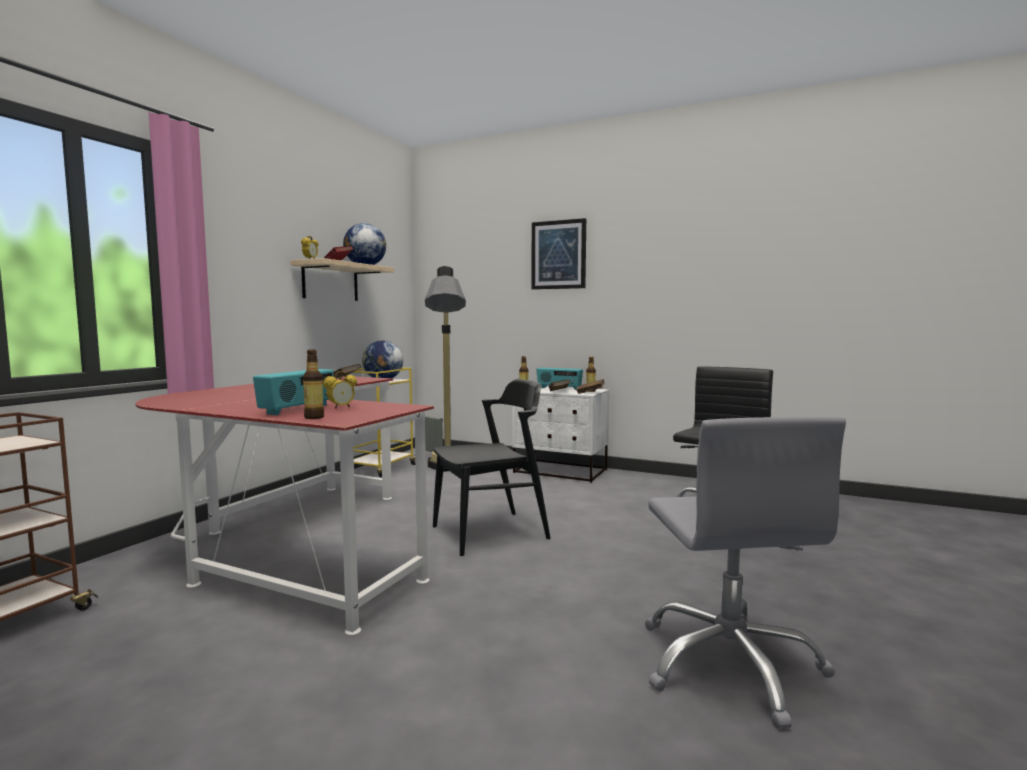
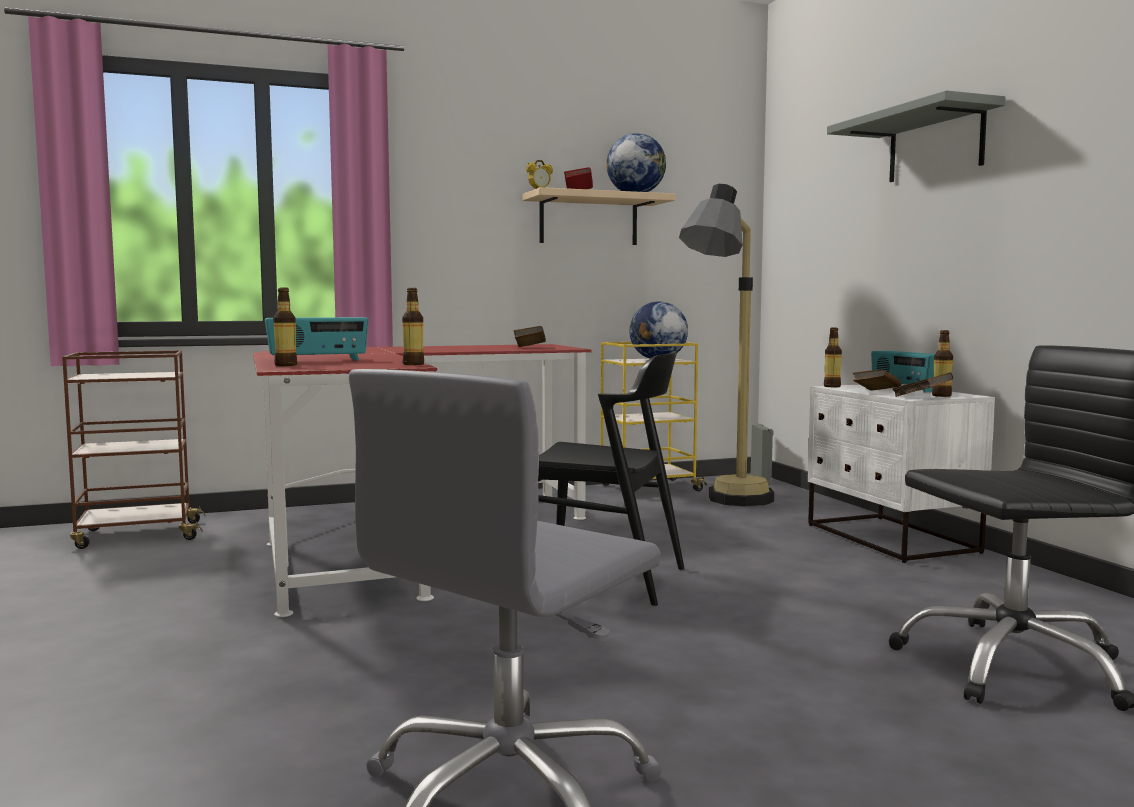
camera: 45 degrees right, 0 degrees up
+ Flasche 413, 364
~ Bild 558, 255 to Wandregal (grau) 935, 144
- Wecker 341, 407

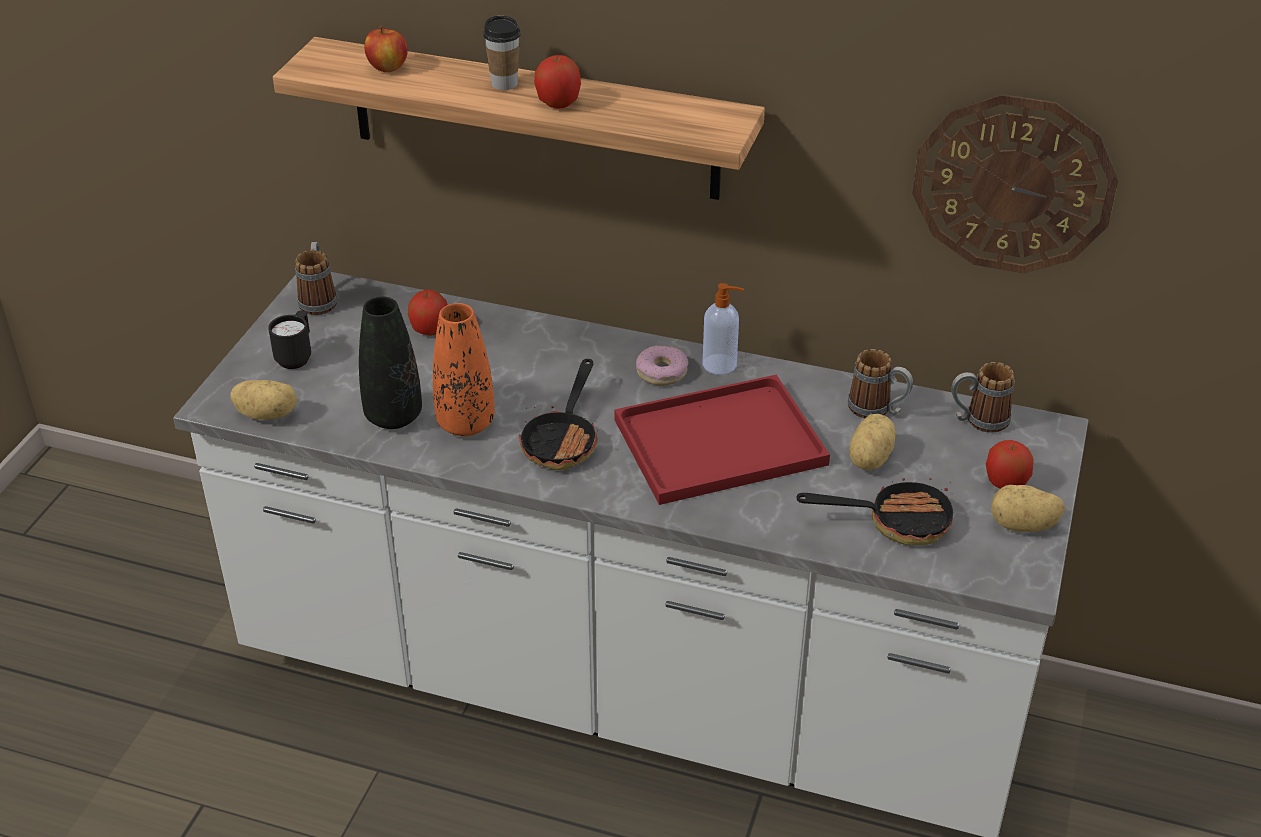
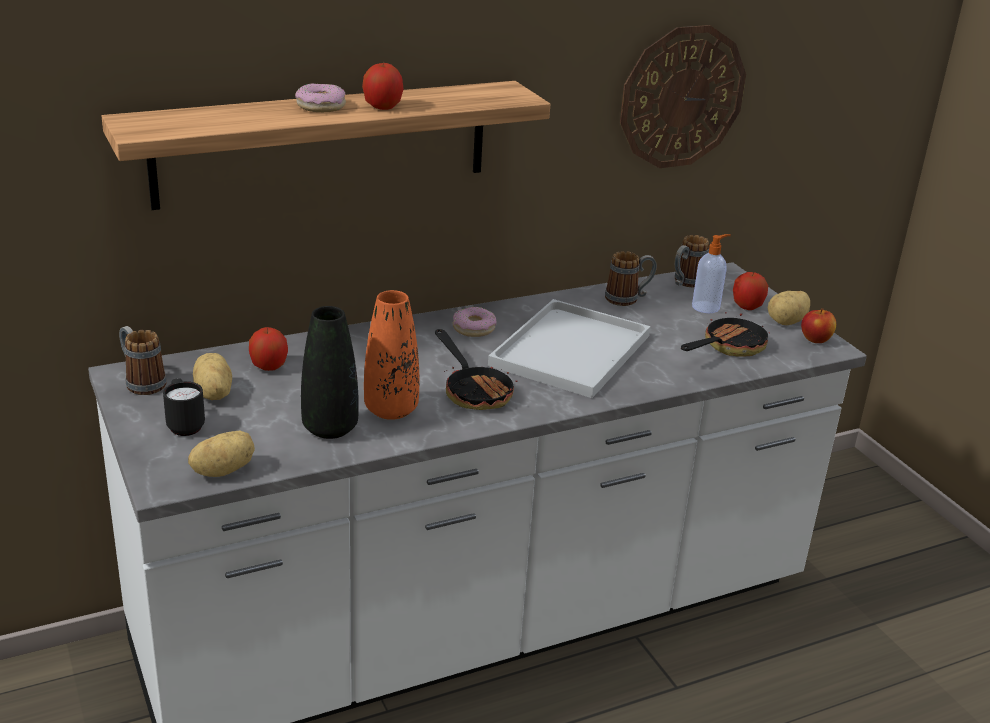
camera: 45 degrees left, 10 degrees down
~ Kartoffel 868, 458 to 212, 394
~ Tasse 504, 84 to Donut 321, 106
~ Tablett (rot) 717, 444 to Tablett (weiß) 571, 352
~ Seifenspender 721, 364 to 706, 307
~ Apfel 388, 68 to 815, 340

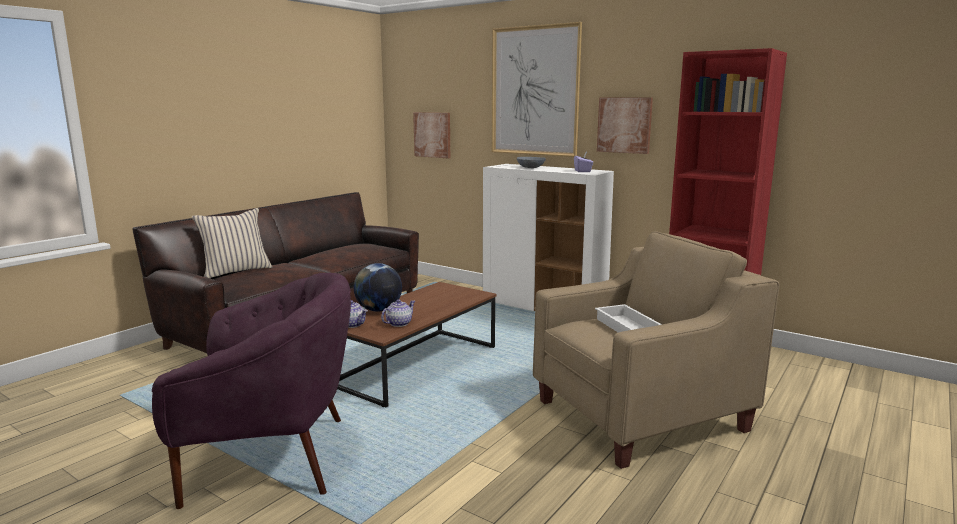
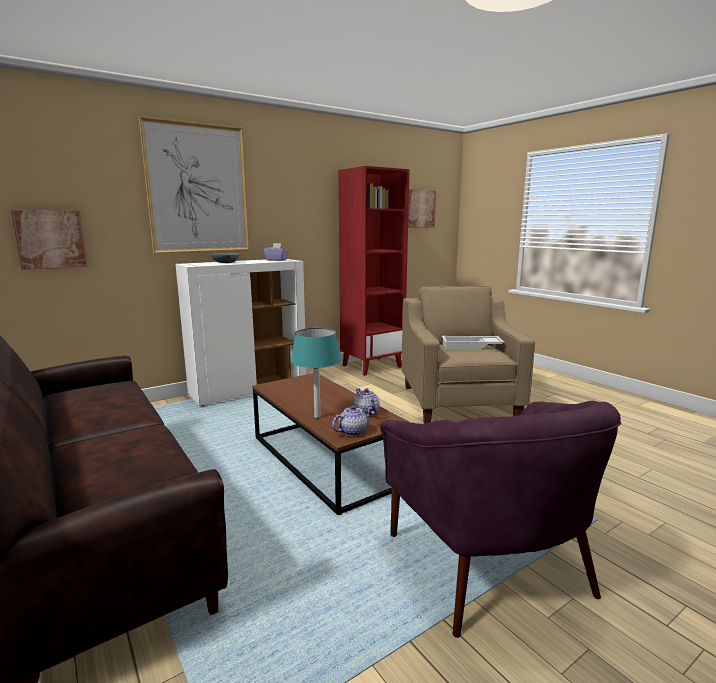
camera: 70 degrees left, 0 degrees up
~ Globus 378, 310 to Tischlampe (türkis) 317, 417
~ Sessel (lila) 270, 457 = 489, 564 150 degrees clockwise
~ Bild 624, 125 to 419, 209
- Kissen (beige) 235, 271

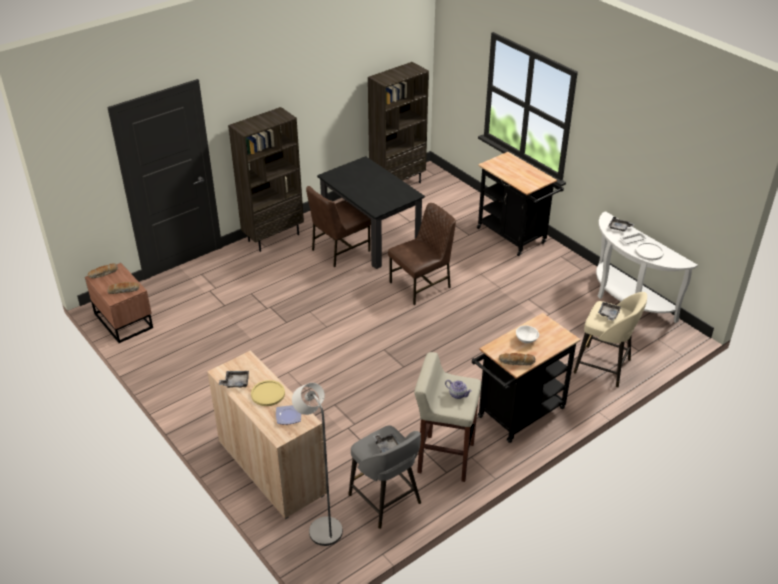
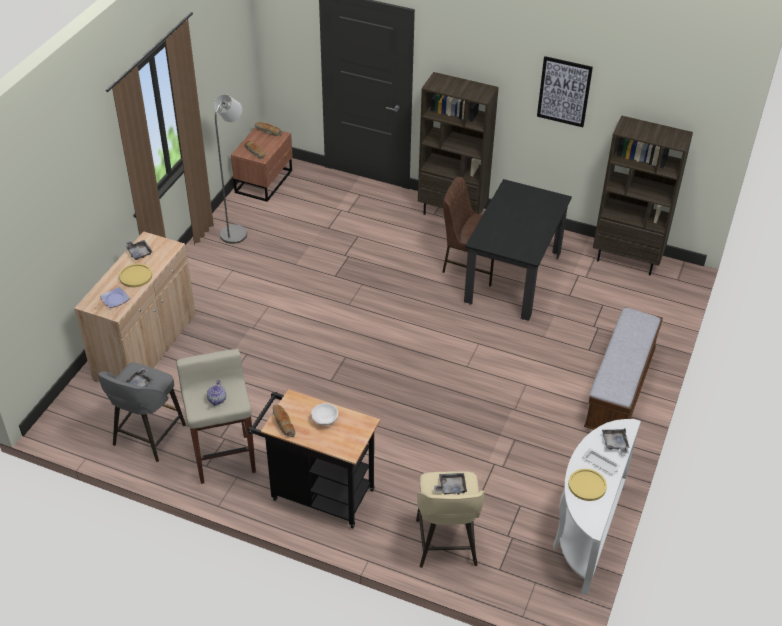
camera: 60 degrees right, 5 degrees up
~ Stehlampe (grau) 322, 527 to 236, 231
+ Bild 564, 91
~ Teller (weiß) 649, 252 to Teller (gelb) 587, 485
~ Rollwagen (schwarz) 514, 237 to Bank 619, 389
- Stuhl (braun) 421, 285

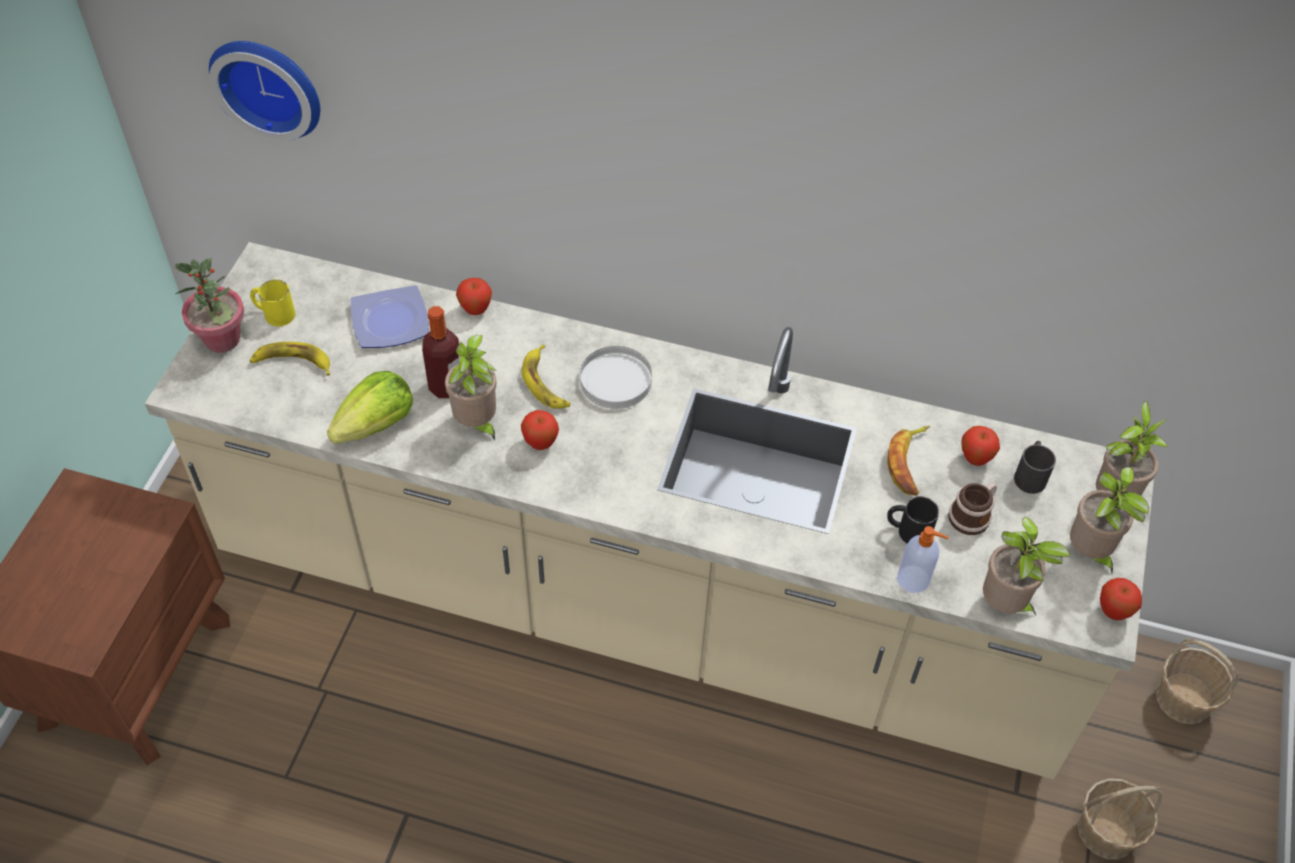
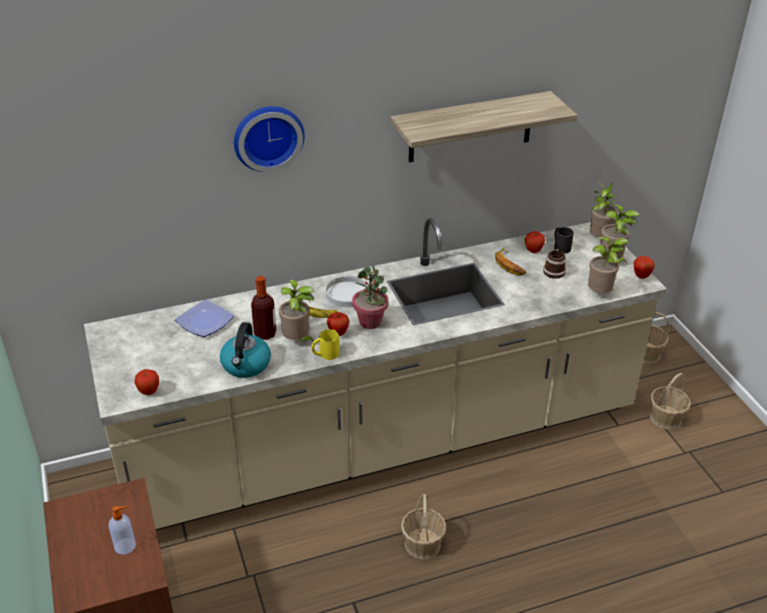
camera: 35 degrees left, 15 degrees down
~ Seifenspender 914, 580 to 126, 546
~ Apfel 476, 310 to 149, 392
~ Salatkopf 377, 425 to Wasserkessel 246, 365
~ Wanduhr 269, 84 to 267, 136
~ Henkelbecher (gelb) 274, 313 to 325, 354
~ Topfpflanze 222, 339 to 370, 322
+ Wandregal 470, 127
+ Korb 422, 544
- Banane 292, 362
- Henkelbecher (schwarz) 907, 530

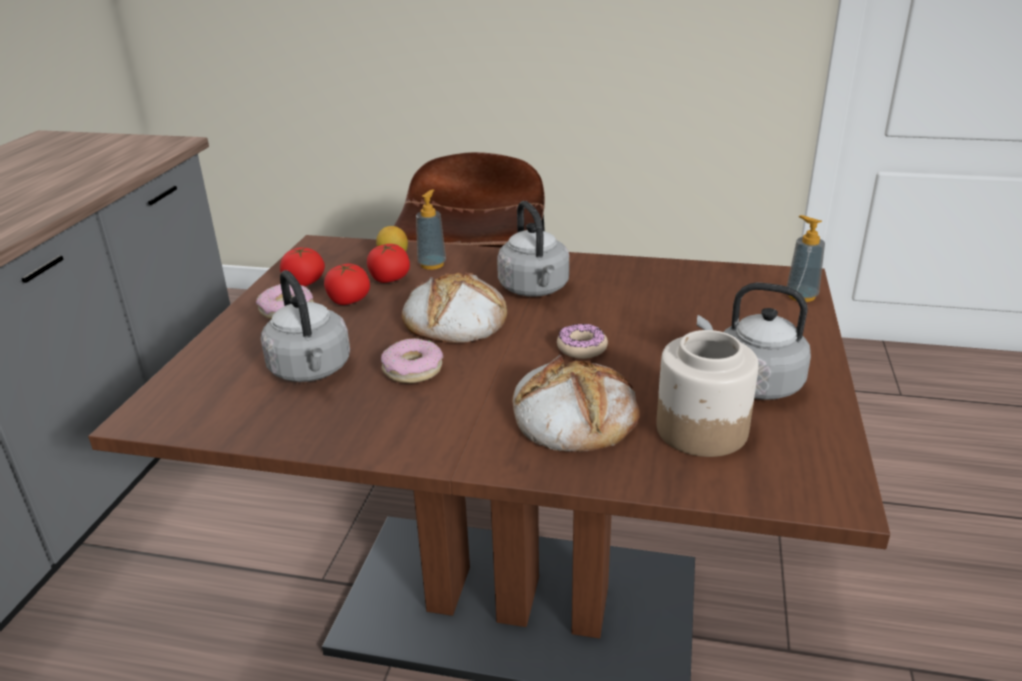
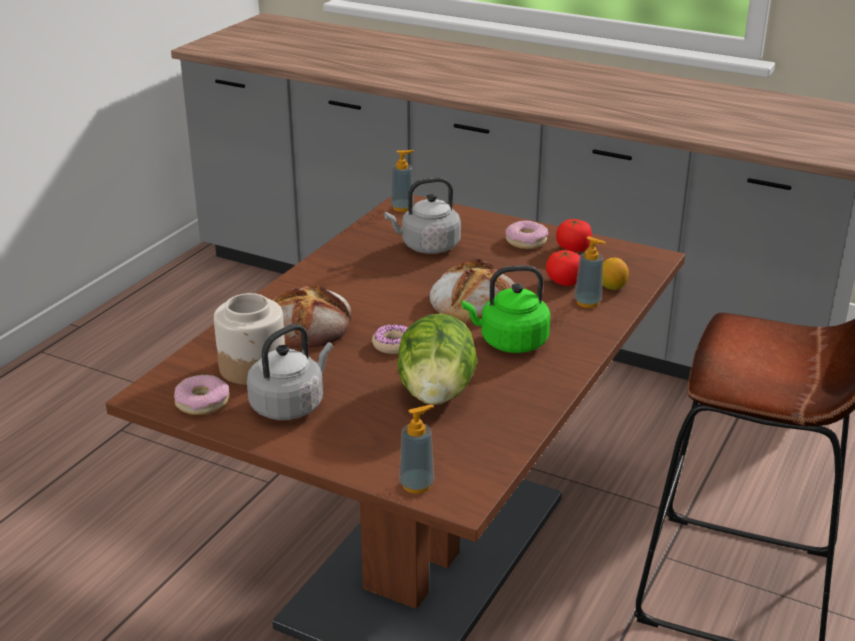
camera: 105 degrees right, 0 degrees up
~ Donut 412, 369 to 202, 402
+ Seifenspender 402, 208
+ Salatkopf 436, 393
~ Wasserkessel (grau) 535, 289 to Wasserkessel (grün) 510, 342
- Tomate 349, 301

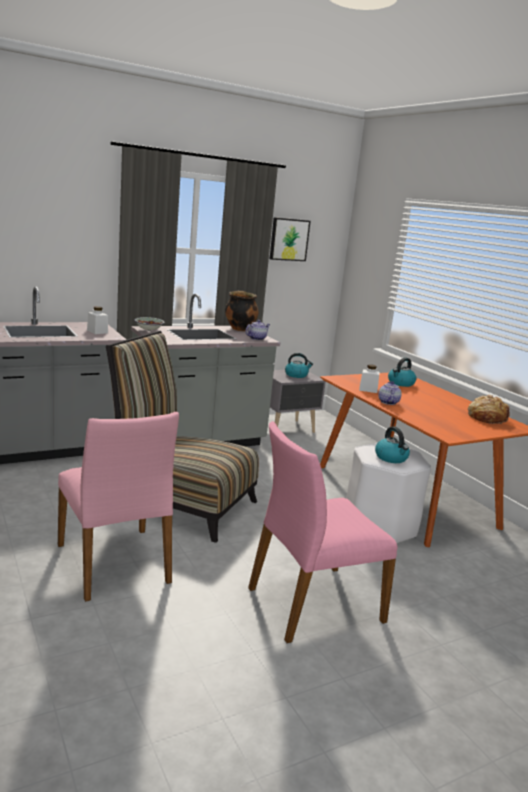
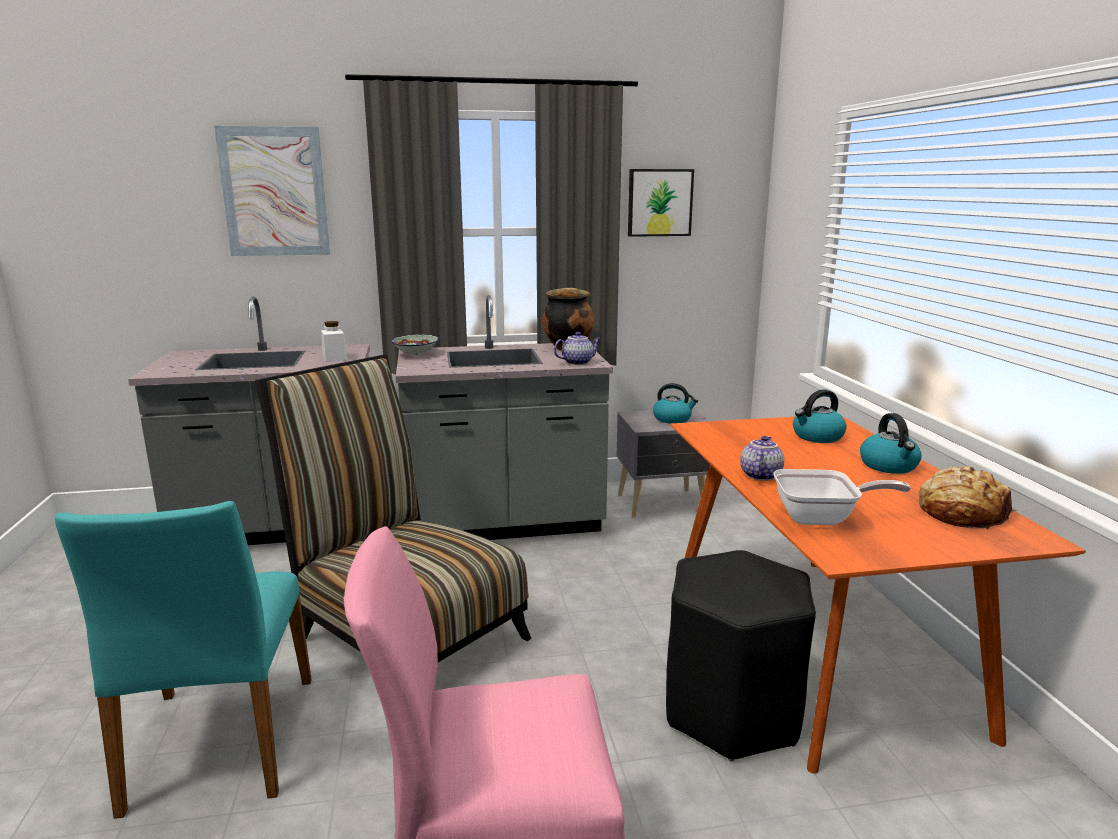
camera: 20 degrees right, 0 degrees up
~ Stuhl (rosa) 115, 563 to Stuhl (türkis) 219, 743
+ Bild 274, 192
~ Hocker (weiß) 379, 526 to Hocker (schwarz) 730, 712
+ Pfanne 822, 518
~ Wasserkessel 391, 458 to 889, 466
- Vorratsglas (weiß) 368, 389

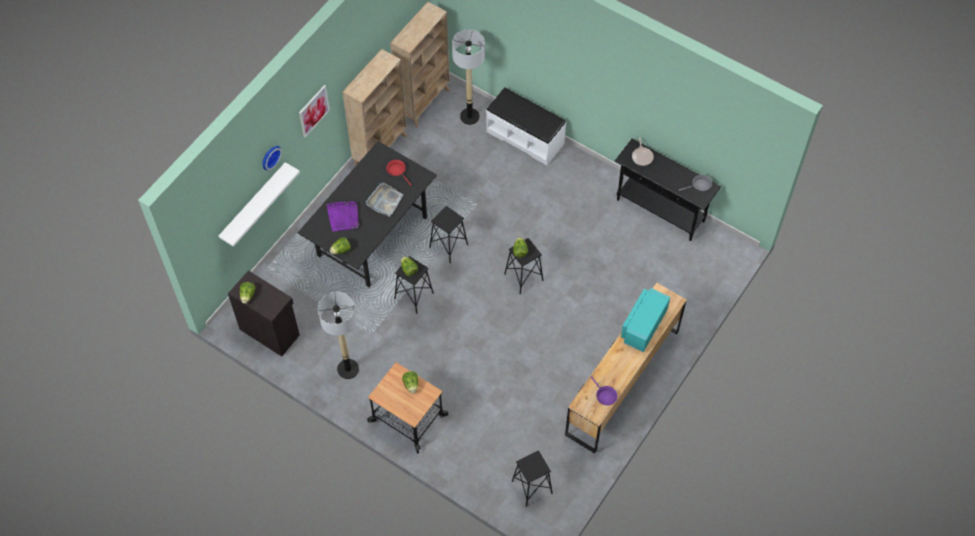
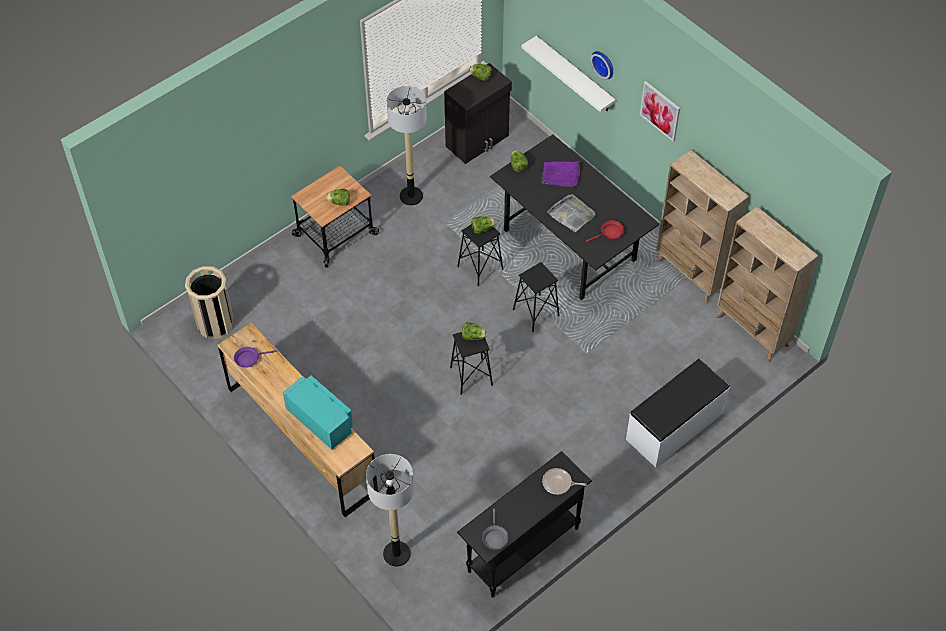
camera: 105 degrees right, 5 degrees down
~ Hocker (schwarz) 532, 487 to Mülleimer (beige) 215, 323
~ Stehlampe 469, 116 to 396, 554

